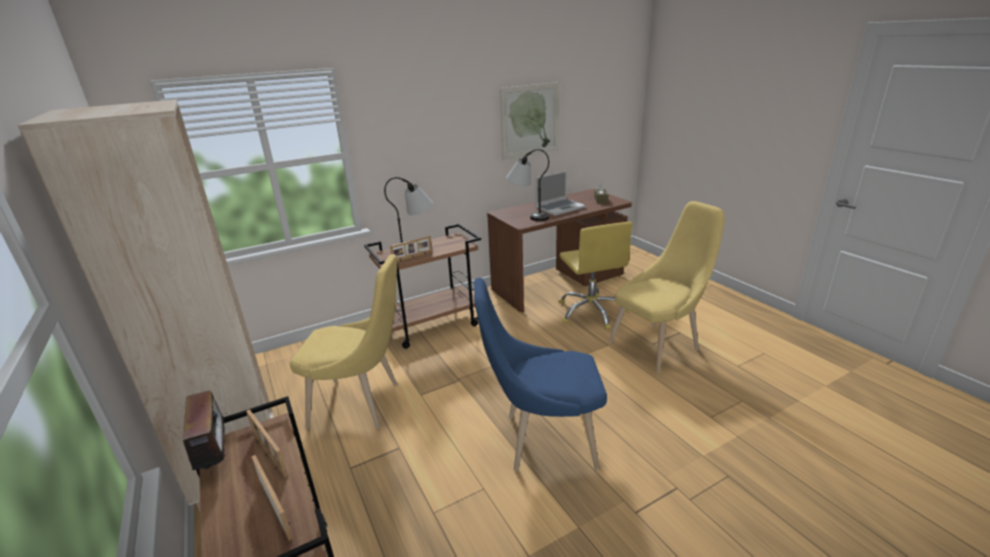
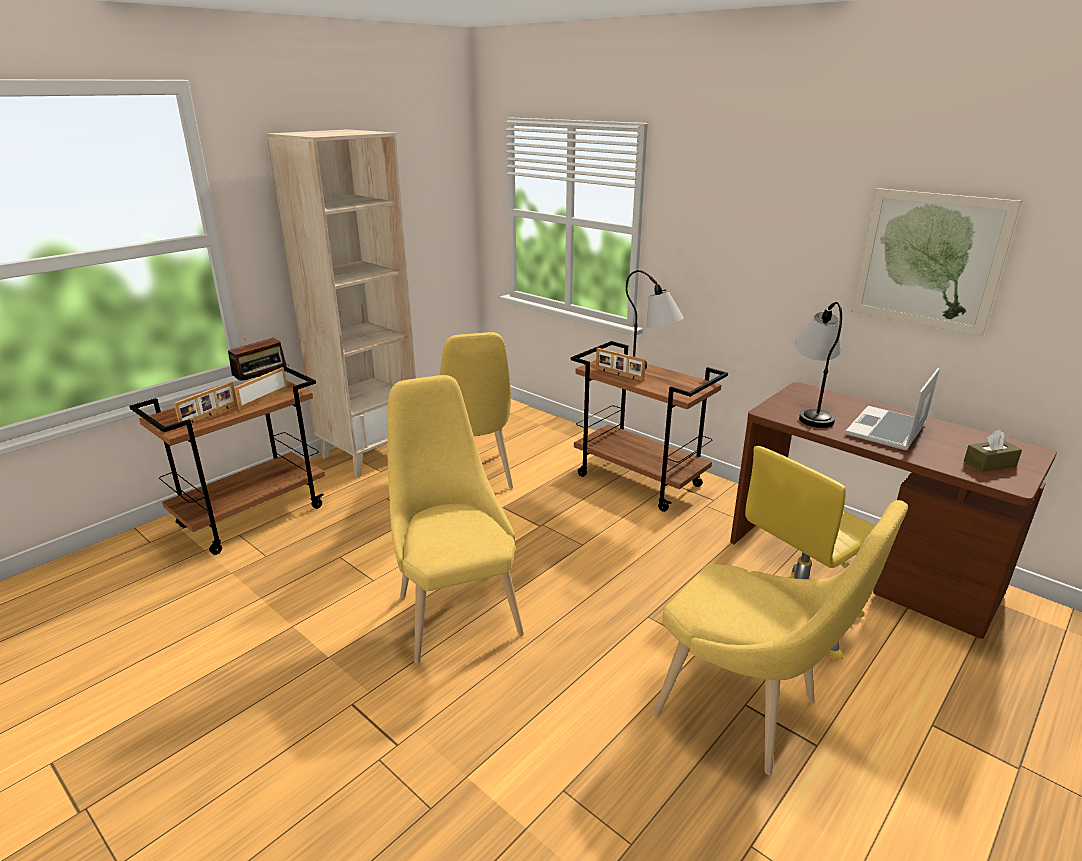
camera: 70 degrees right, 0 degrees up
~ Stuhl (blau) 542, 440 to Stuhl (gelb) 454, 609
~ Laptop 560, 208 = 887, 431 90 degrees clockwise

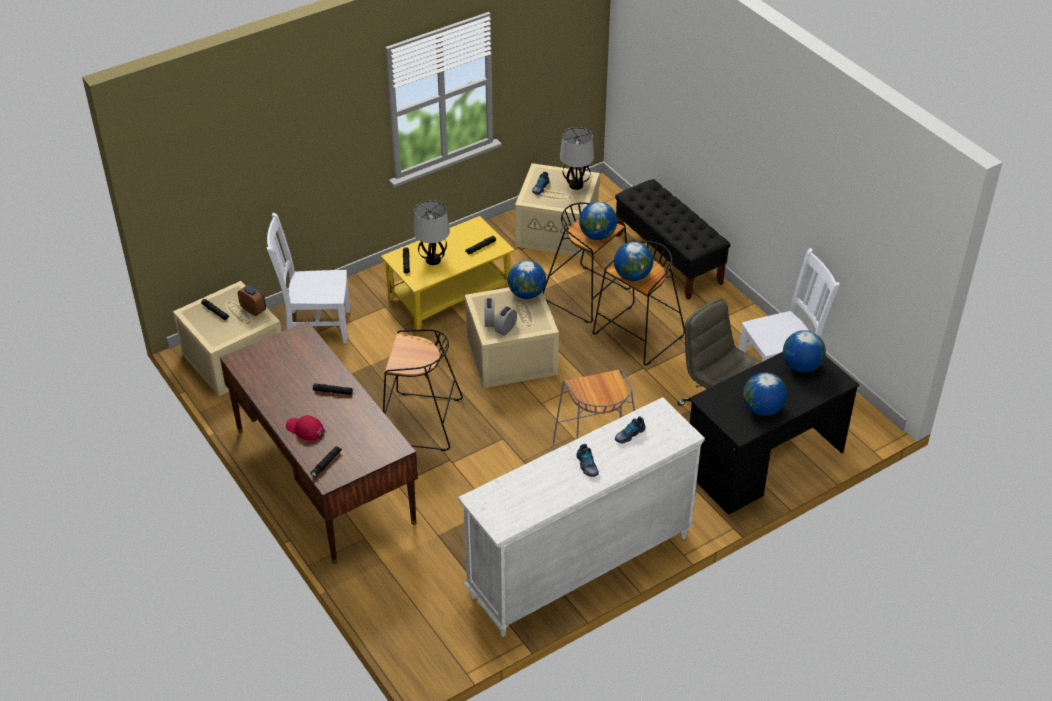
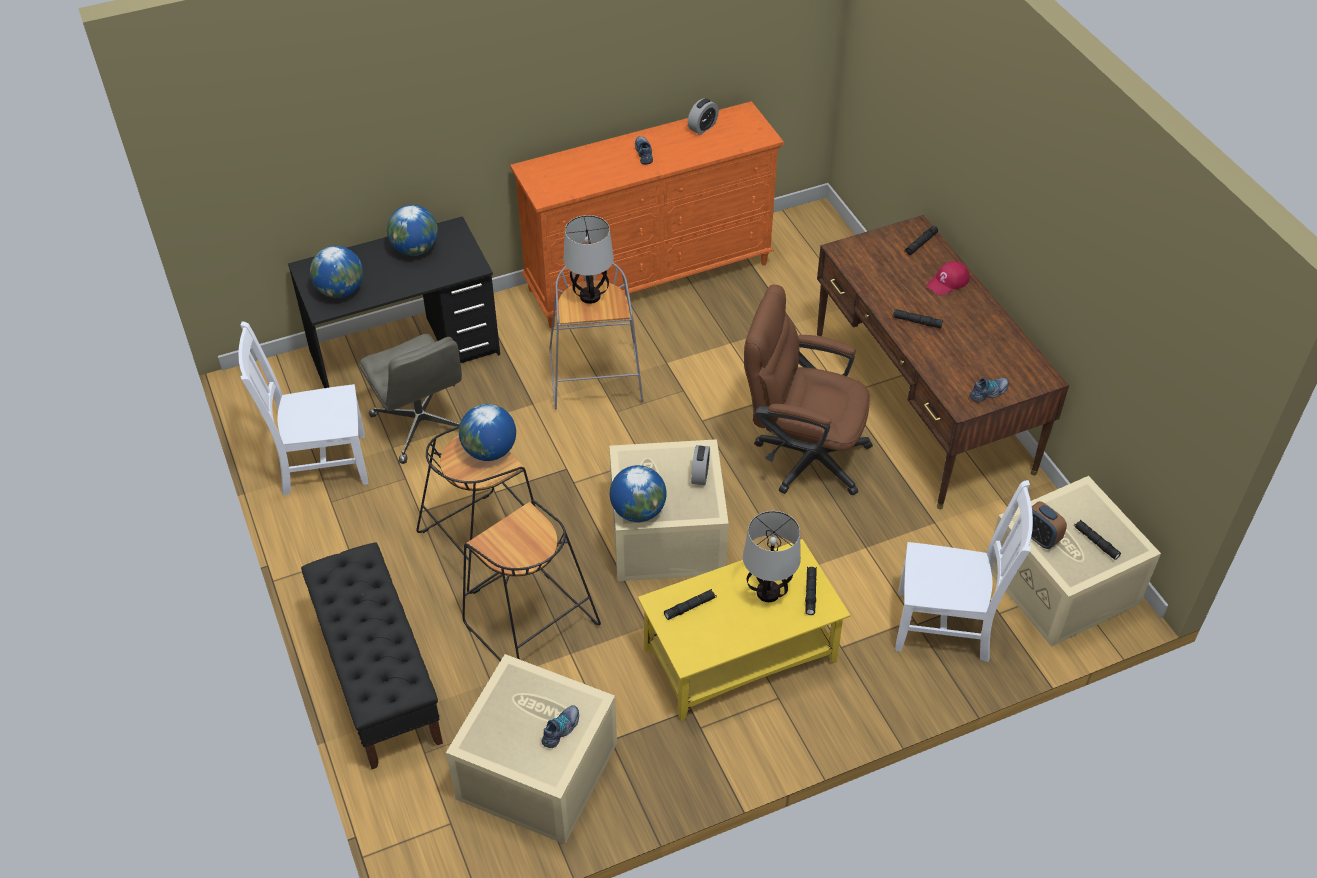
camera: 170 degrees left, 5 degrees up
~ Kommode (weiß) 579, 566 to Kommode (orange) 649, 276
~ Tischlampe 575, 185 to 590, 296
~ Wecker 505, 329 to 702, 127
~ Hocker (schwarz) 421, 422 to Bürostuhl (braun) 801, 454
~ Kappe (rot) 305, 429 = 948, 282 105 degrees clockwise
~ Schuh 629, 434 to 989, 393
- Globus 597, 235

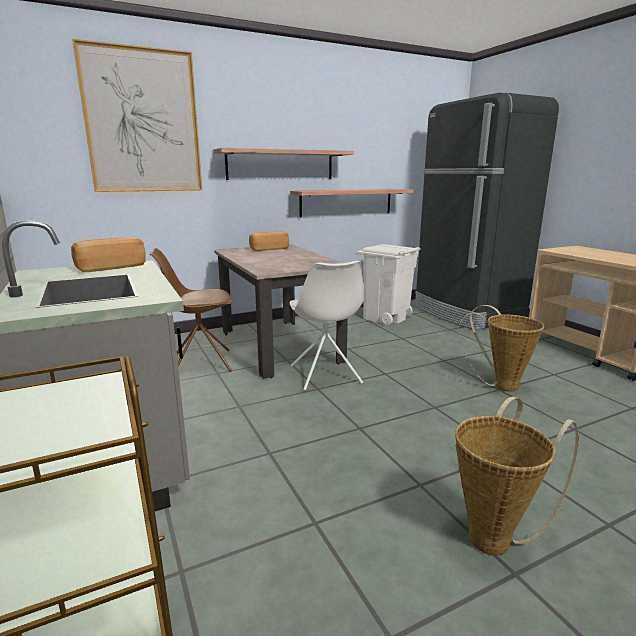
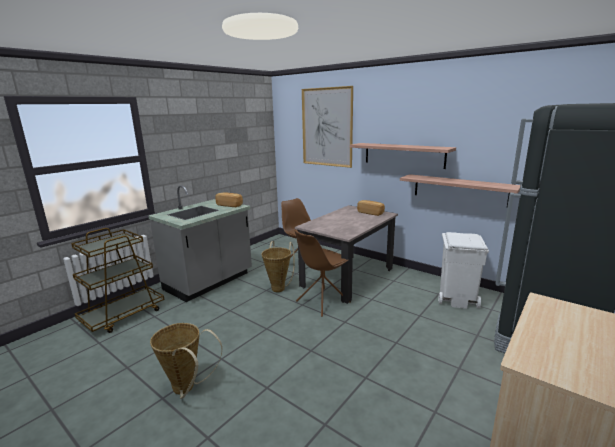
camera: 65 degrees right, 0 degrees up
~ Korb 499, 385 to 279, 287
~ Stuhl (weiß) 325, 375 to Stuhl (braun) 322, 302

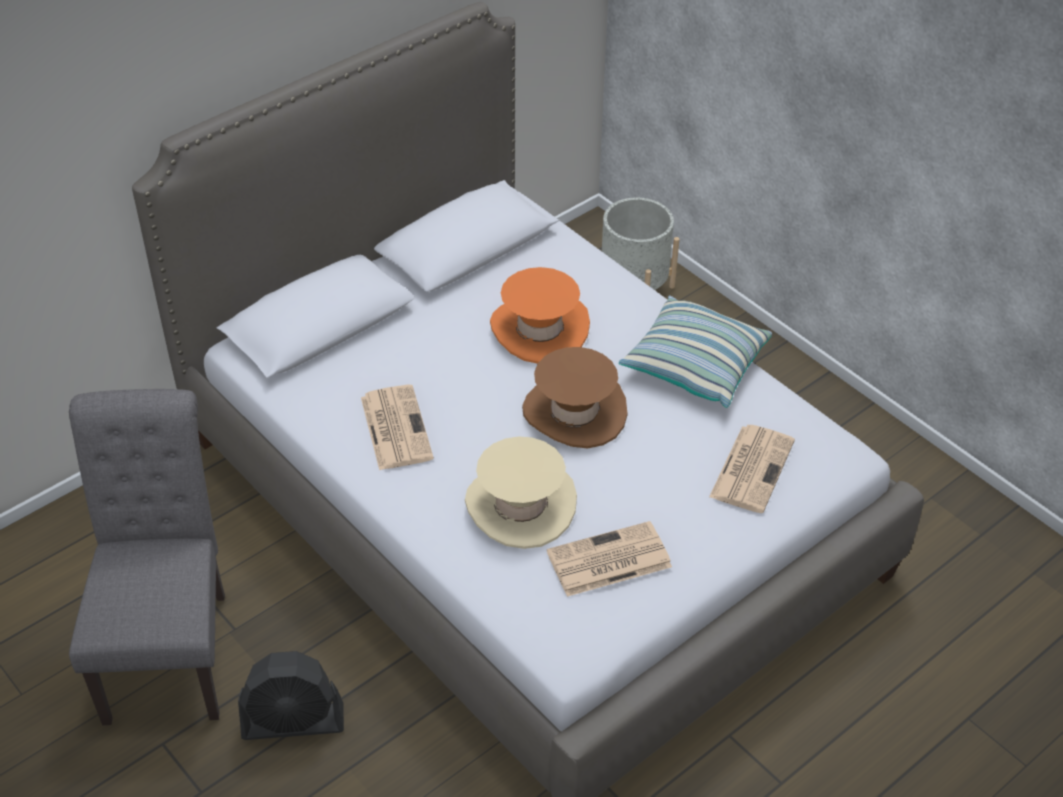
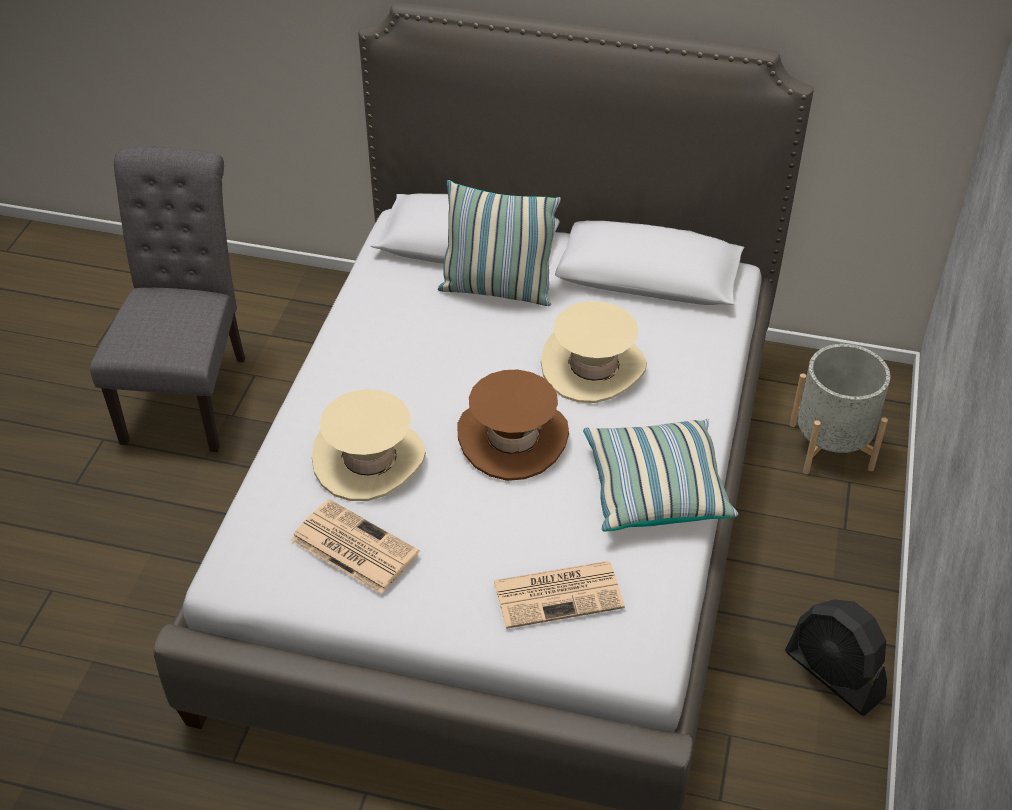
camera: 55 degrees right, 0 degrees up
~ Stuhl (grau) 170, 647 = 189, 392 45 degrees counterclockwise
+ Kissen 497, 290
~ Hut (orange) 539, 329 to Hut (beige) 593, 367
~ Ventilator (schwarz) 293, 722 to 834, 675
- Zeitung 395, 427

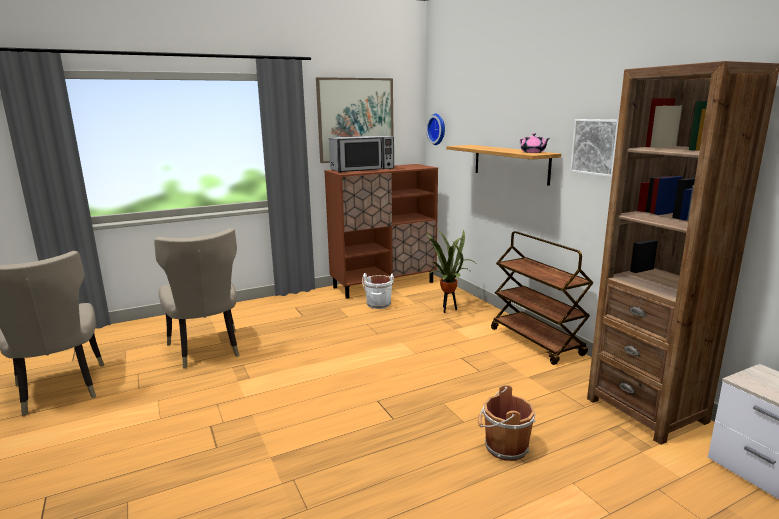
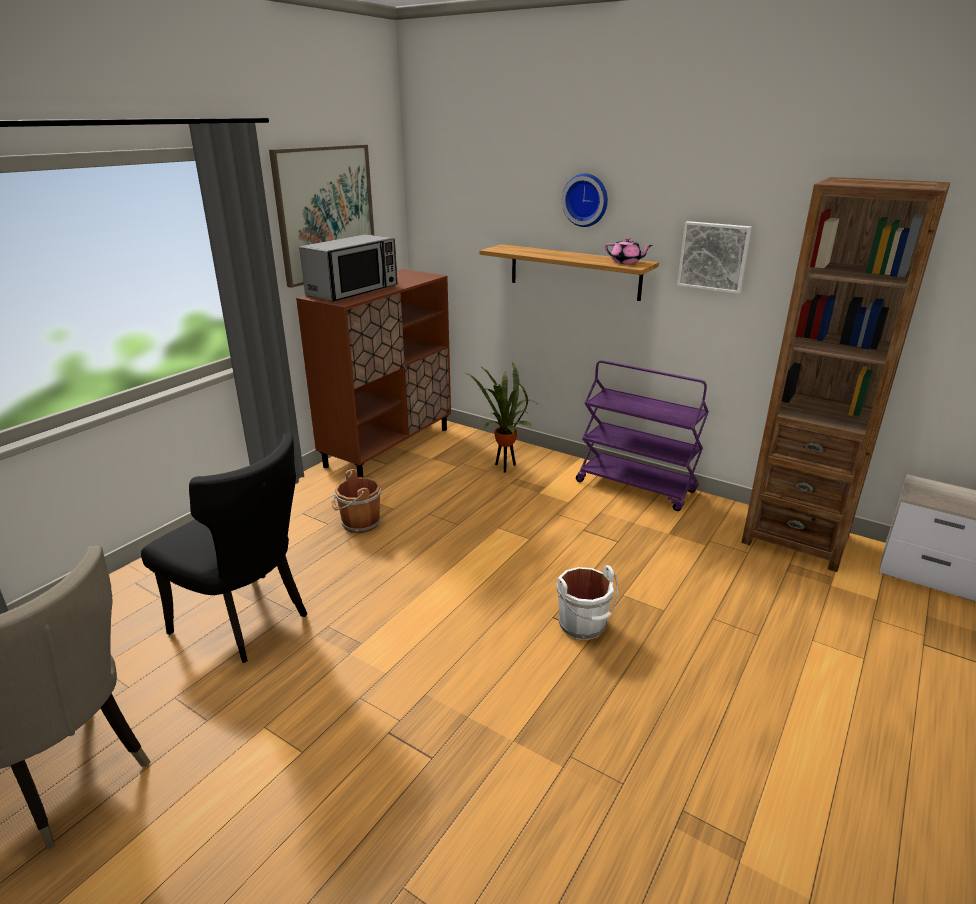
camera: 30 degrees left, 10 degrees up
~ Stuhl (beige) 207, 350 to Stuhl (schwarz) 246, 622
~ Eimer (braun) 504, 447 to 359, 523
~ Eimer (weiß) 379, 305 to 583, 626
~ Wanduhr 438, 129 to 586, 200
~ Rollwagen (braun) 536, 342 to Rollwagen (lila) 636, 486

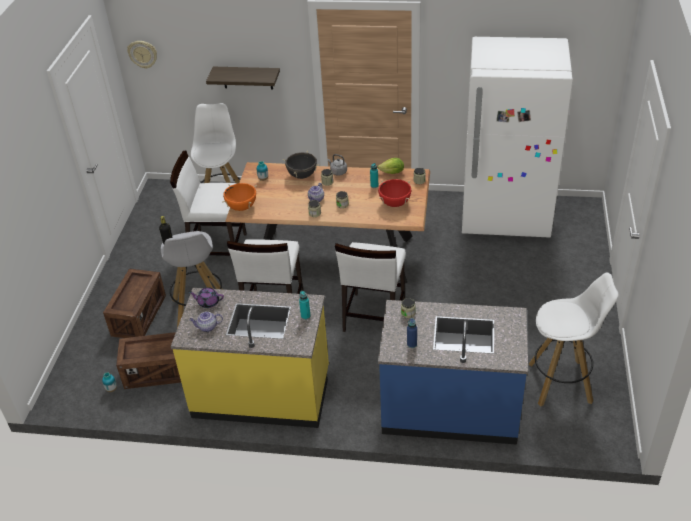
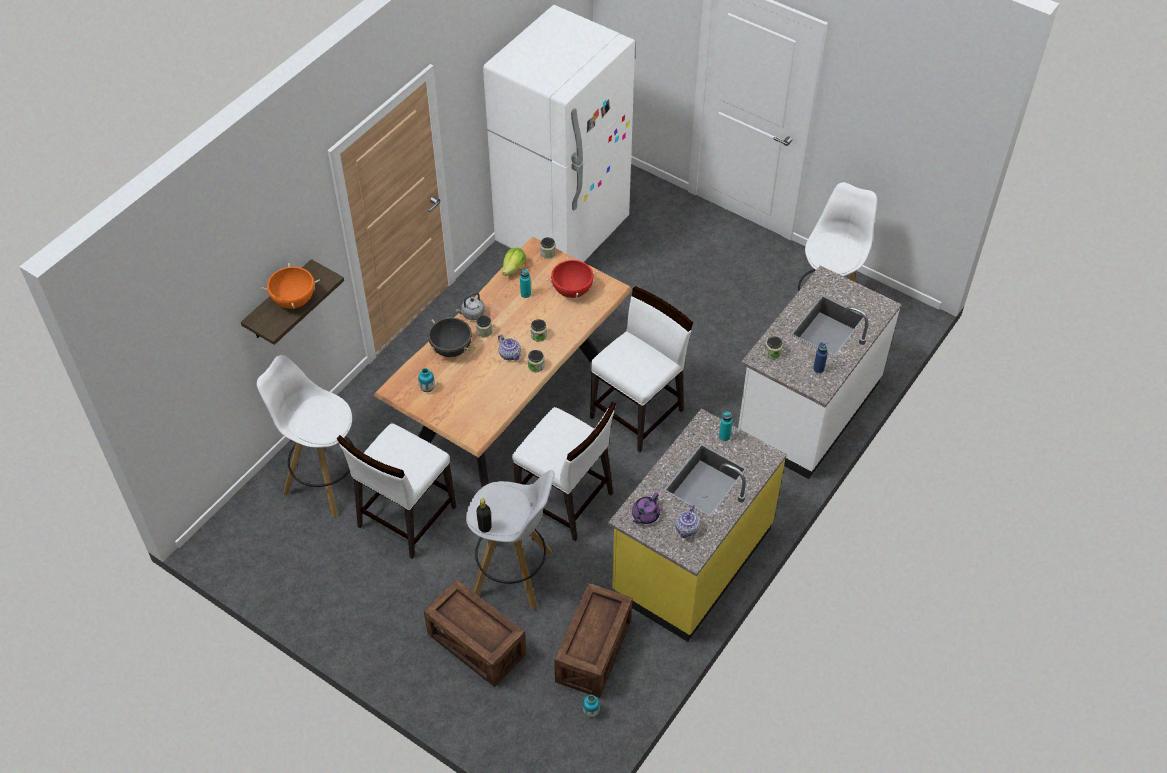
camera: 65 degrees left, 10 degrees up
~ Kochtopf (orange) 241, 207 to 294, 301
~ Stuhl (weiß) 373, 316 = 638, 413 90 degrees counterclockwise
~ Küchenzeile (blau) 450, 408 to Küchenzeile (weiß) 807, 410
- Wanduhr 143, 54

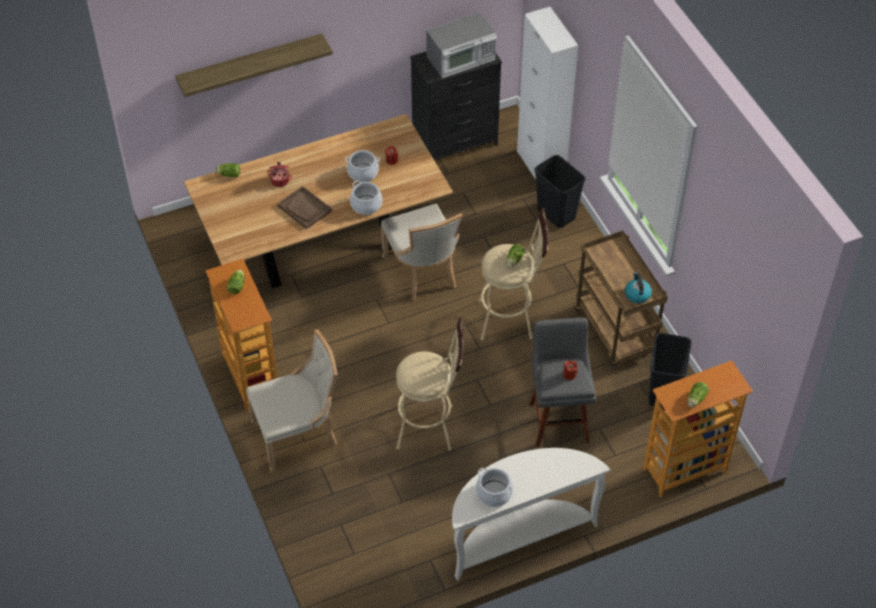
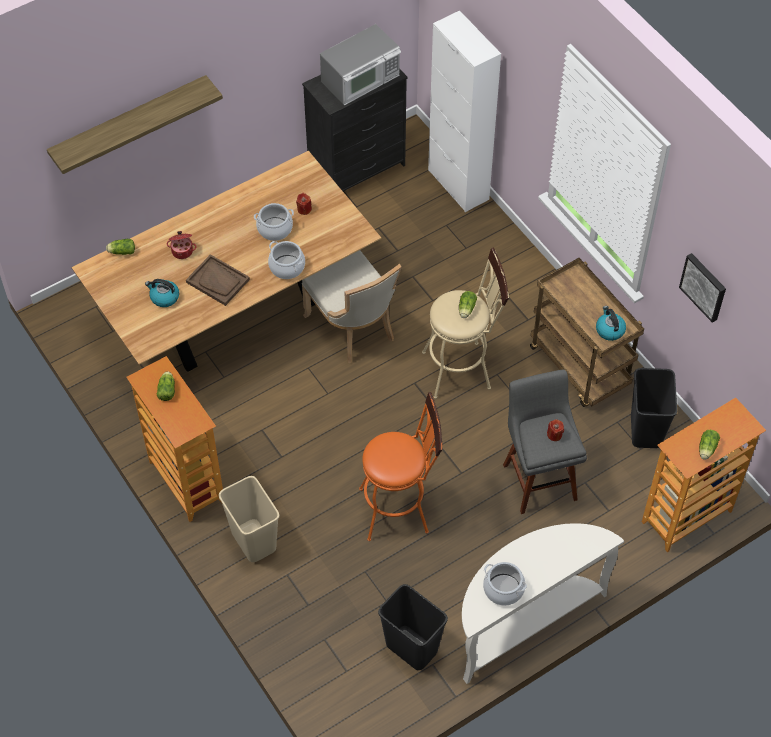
camera: 10 degrees left, 5 degrees up
+ Wasserkessel 164, 297
~ Stuhl (beige) 298, 434 to Mülleimer (beige) 254, 541
~ Hocker (beige) 431, 427 to Hocker (orange) 400, 509
~ Mülleimer (schwarz) 557, 214 to 412, 647
+ Bild 704, 286

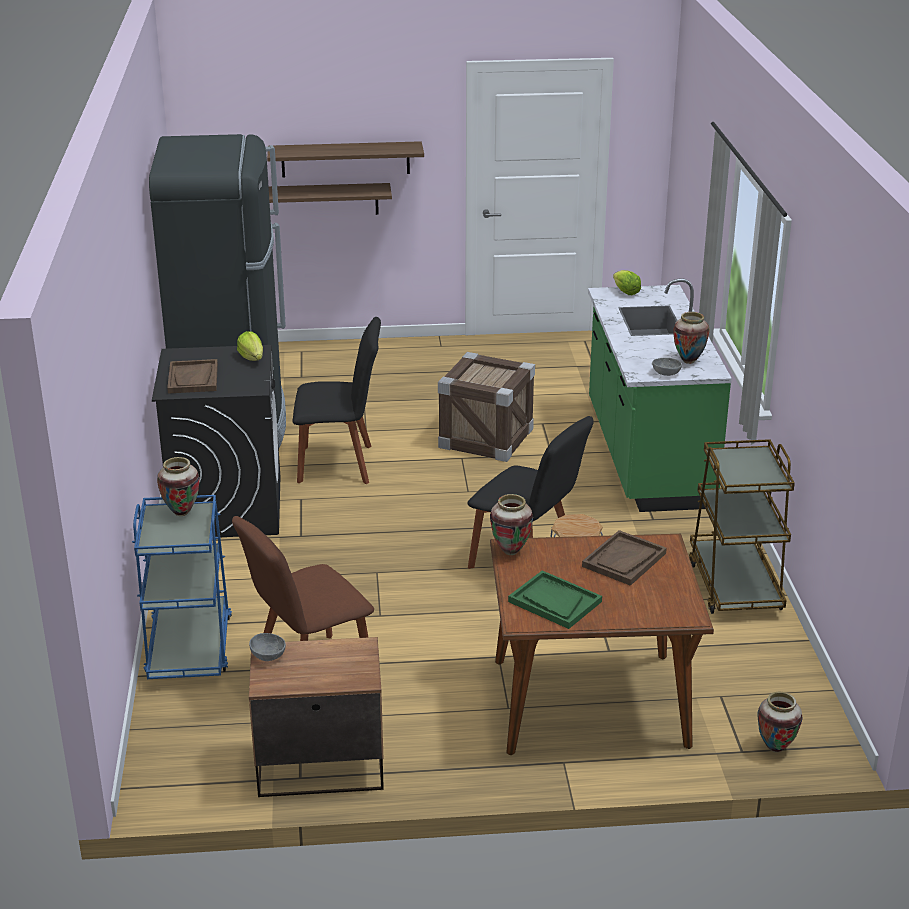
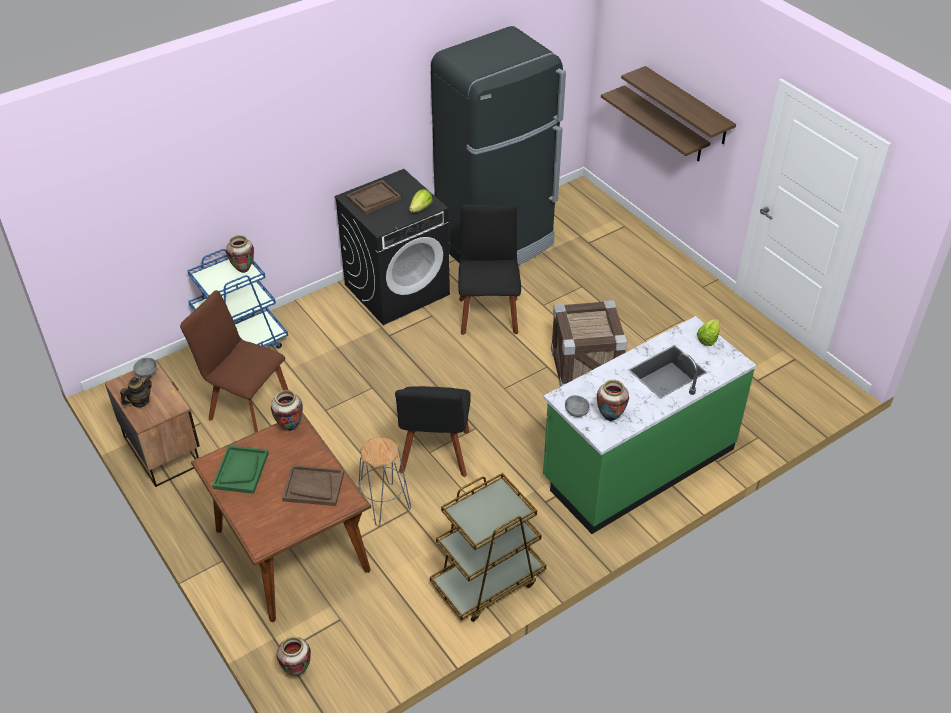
camera: 60 degrees right, 15 degrees up
+ Teekanne 140, 401
~ Stuhl (schwarz) 340, 464 = 488, 313 150 degrees counterclockwise

